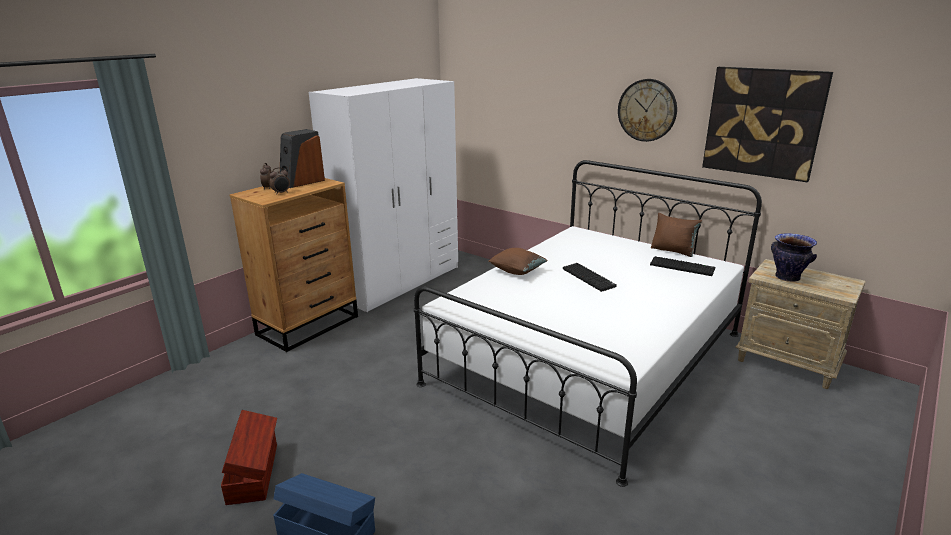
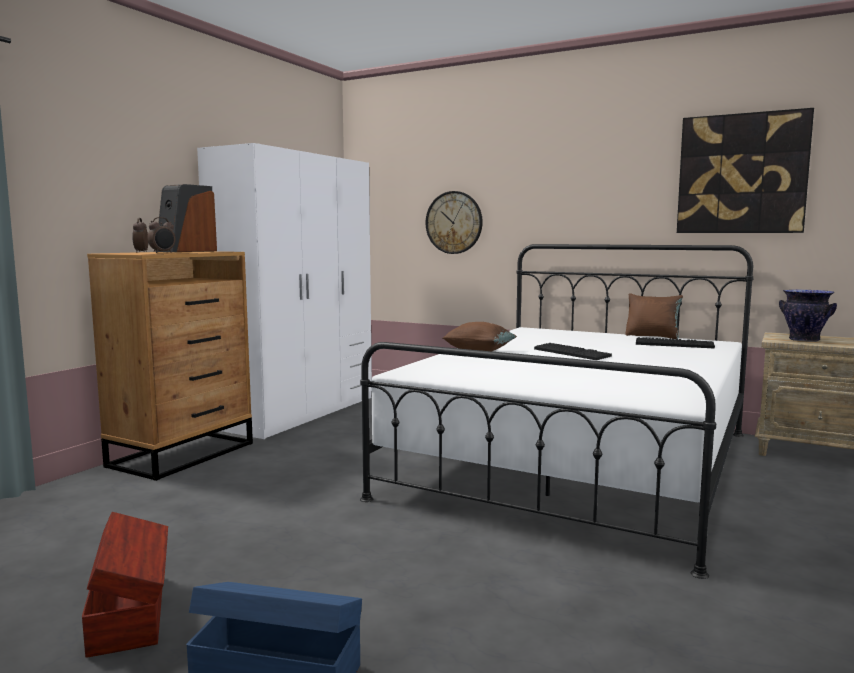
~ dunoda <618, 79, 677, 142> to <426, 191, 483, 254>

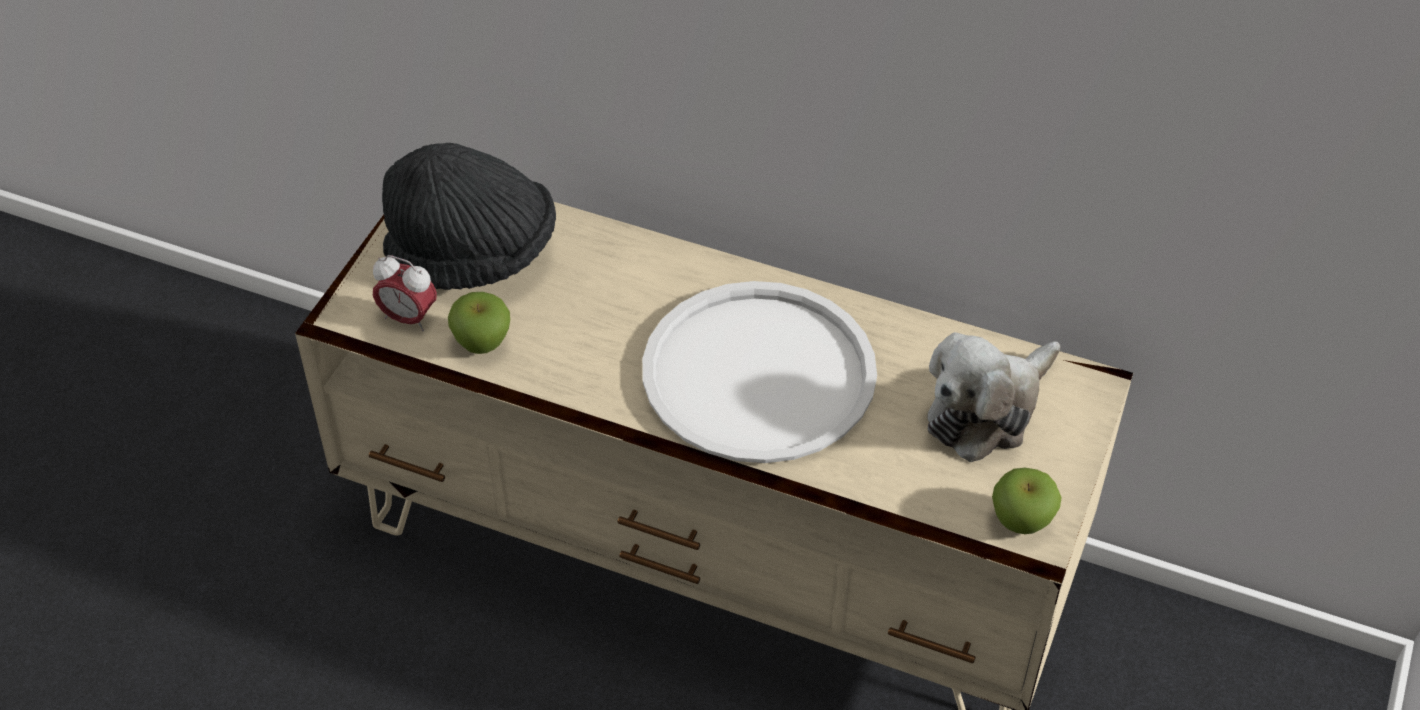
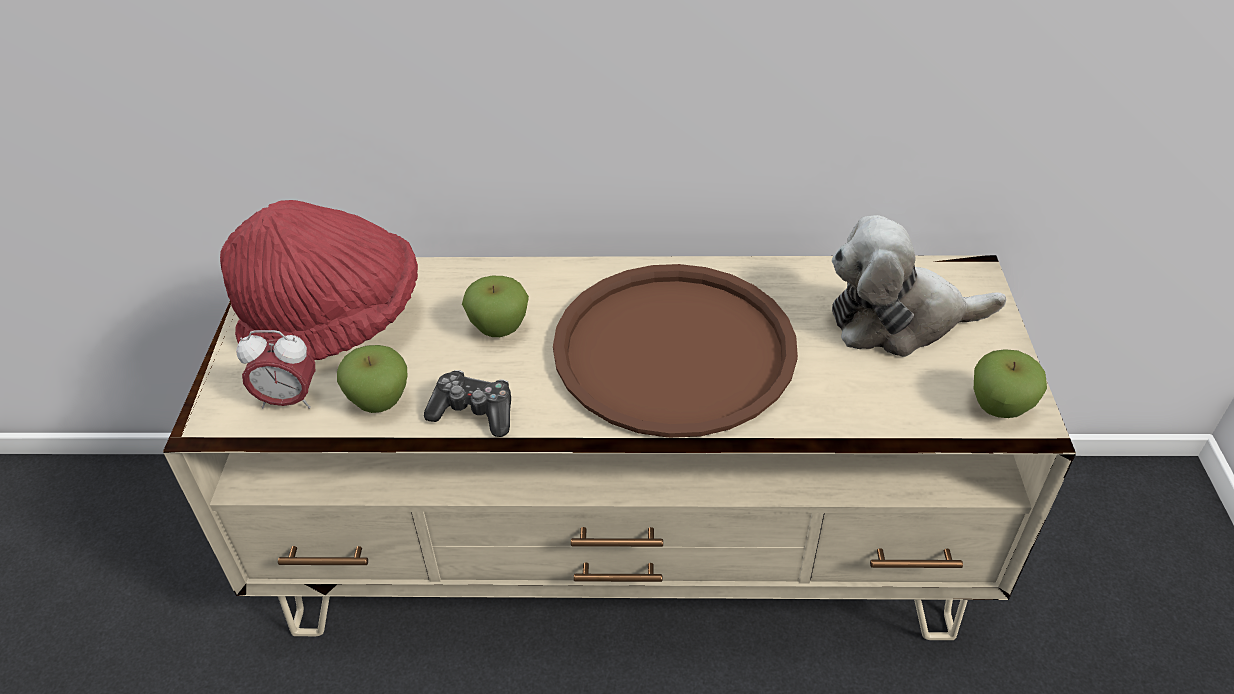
~ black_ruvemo <382, 143, 556, 290> to red_ruvemo <220, 200, 418, 360>
~ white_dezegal <642, 281, 877, 463> to brown_dezegal <553, 264, 798, 438>
~ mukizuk <927, 332, 1060, 462> = <832, 215, 1007, 357> 60 degrees clockwise
+ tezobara <462, 276, 529, 337>
+ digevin <424, 370, 511, 437>

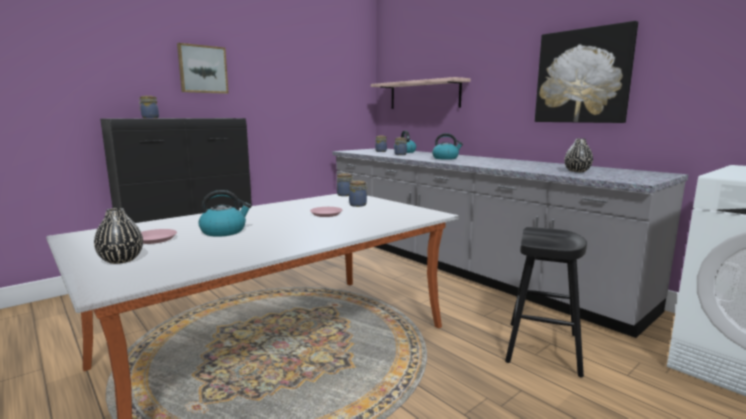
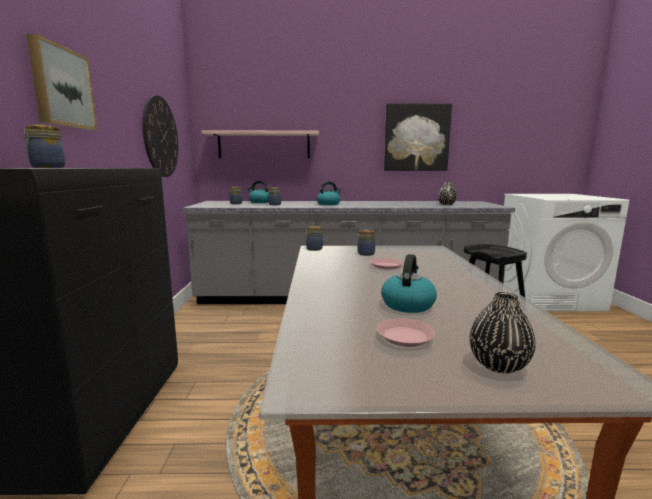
+ dunoda <142, 95, 178, 177>

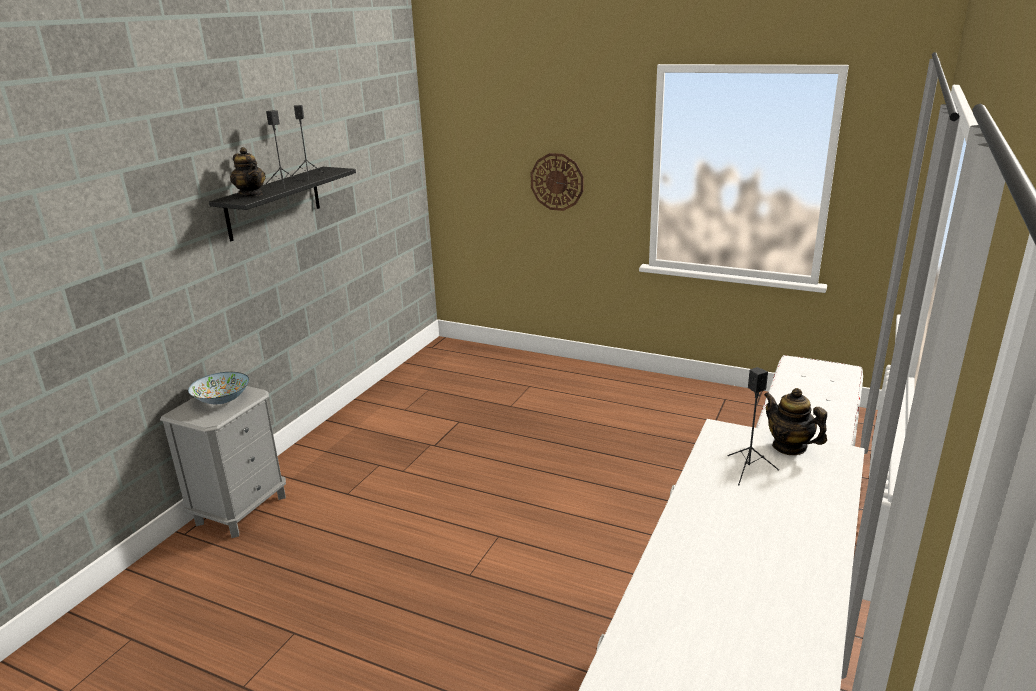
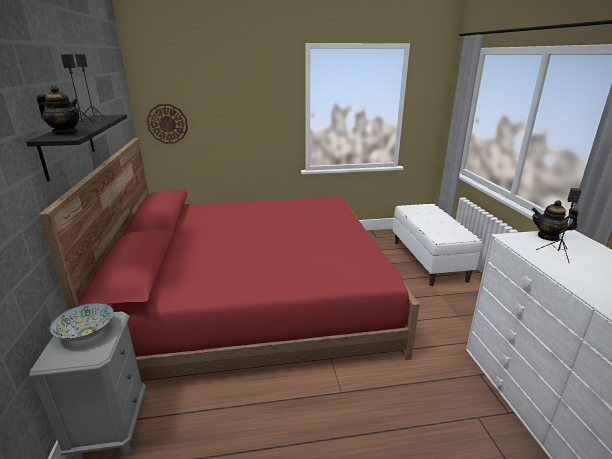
~ dunoda <530, 153, 583, 211> to <146, 104, 188, 144>
+ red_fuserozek <38, 138, 420, 380>

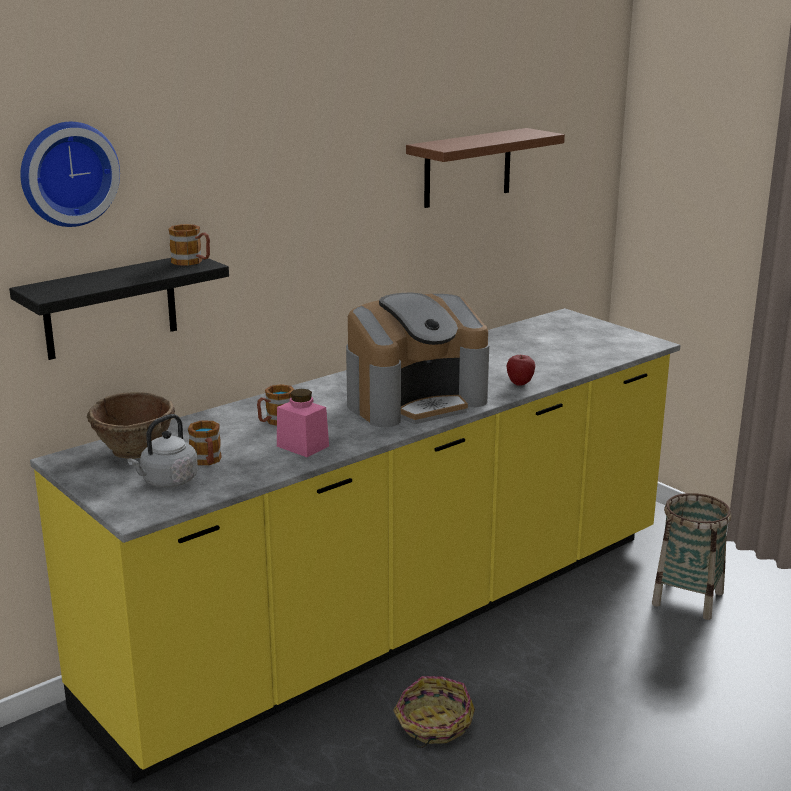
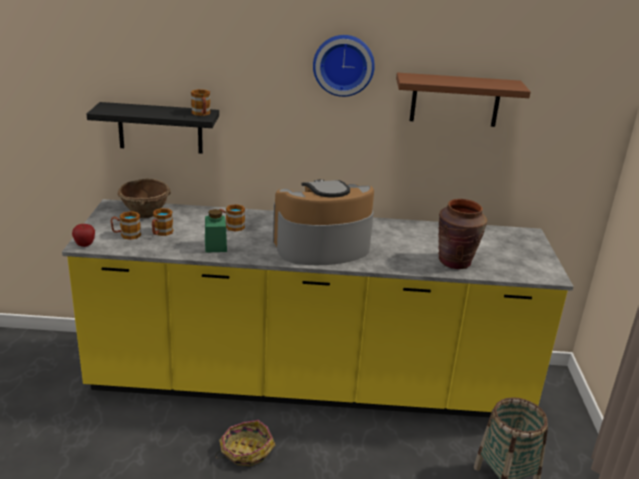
~ dunoda <20, 122, 120, 227> to <313, 35, 375, 97>
~ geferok <346, 293, 489, 427> = <273, 179, 374, 265> 150 degrees clockwise
~ tezobara <507, 355, 535, 386> to <72, 224, 95, 247>
~ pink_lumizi <277, 389, 329, 457> to green_lumizi <205, 209, 227, 253>
~ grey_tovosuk <127, 414, 198, 488> to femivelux <111, 211, 141, 240>
+ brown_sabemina <438, 199, 487, 269>

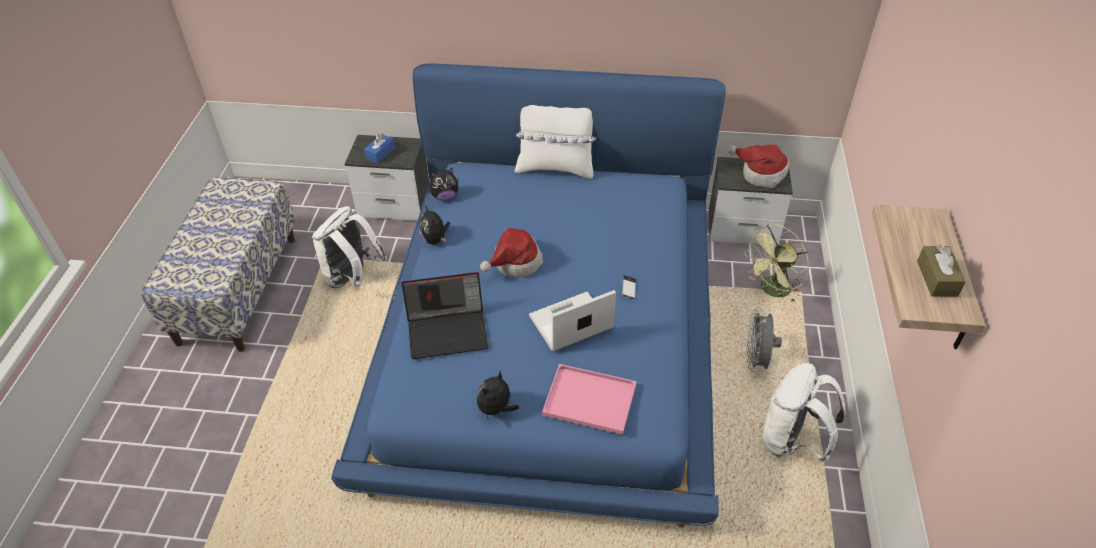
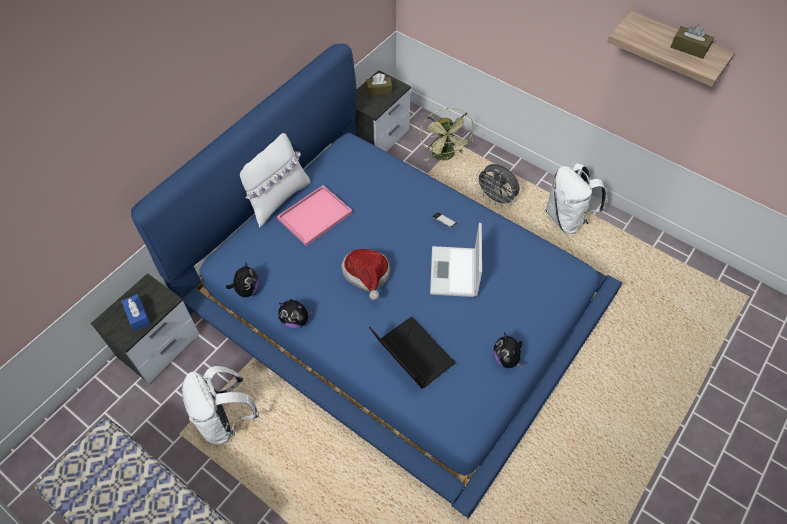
~ ruvemo <728, 145, 789, 188> to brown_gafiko <366, 73, 392, 96>
~ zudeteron <401, 272, 488, 359> = <369, 317, 455, 389> 60 degrees counterclockwise
~ pink_dezegal <542, 364, 637, 435> to <277, 185, 352, 246>

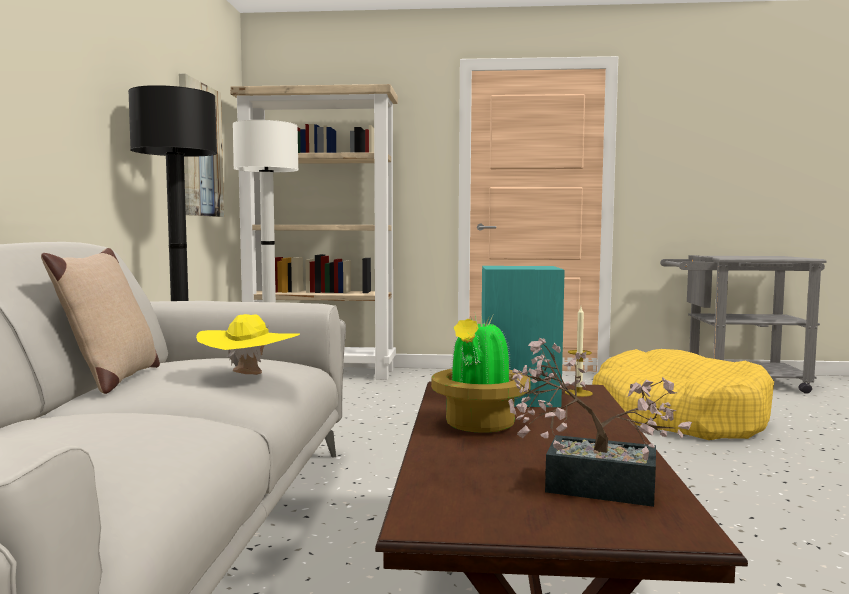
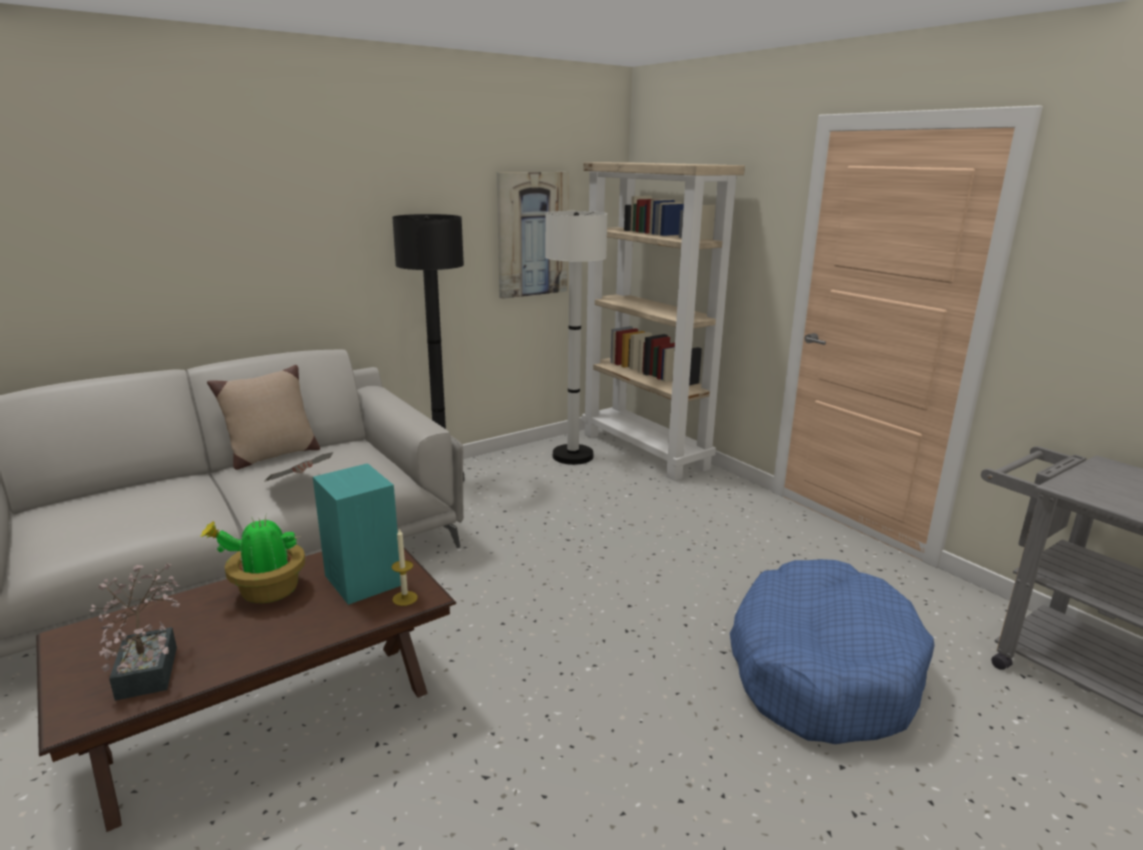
~ yellow_ruvemo <196, 314, 300, 375> to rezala <264, 452, 333, 482>
~ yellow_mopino <592, 349, 774, 440> to blue_mopino <730, 559, 935, 744>

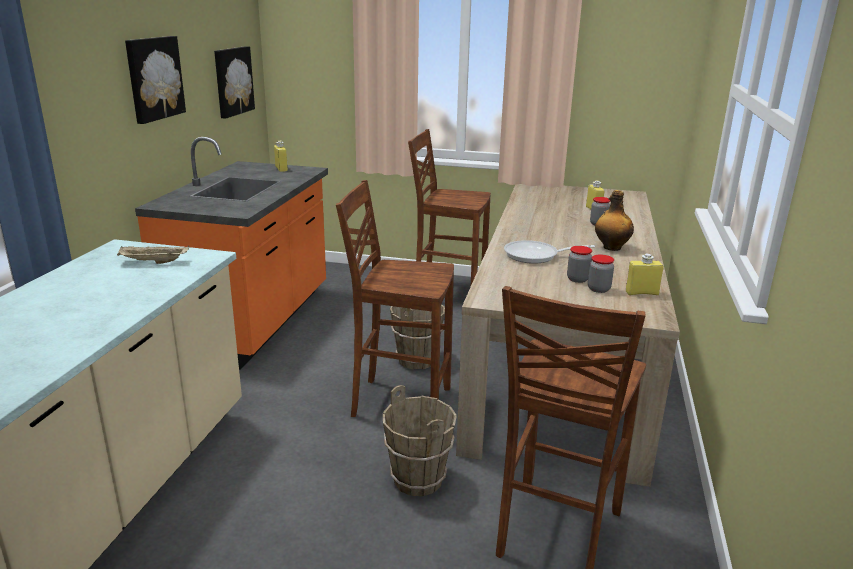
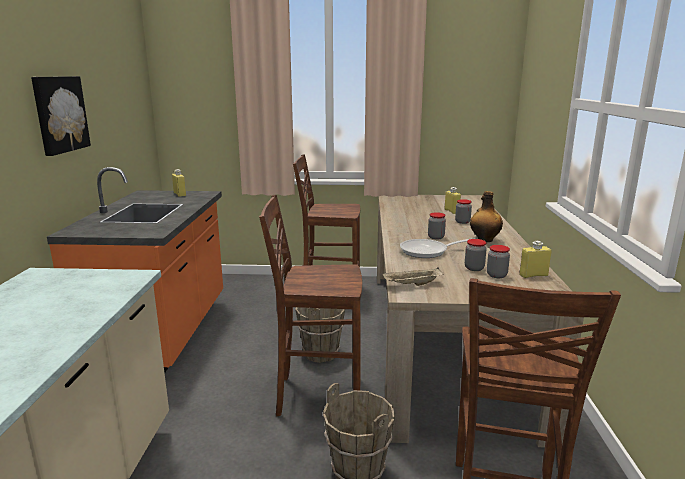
- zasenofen <214, 46, 255, 119>
~ beige_dezegal <117, 246, 189, 264> to <383, 267, 444, 286>
+ lumizi <428, 212, 446, 239>

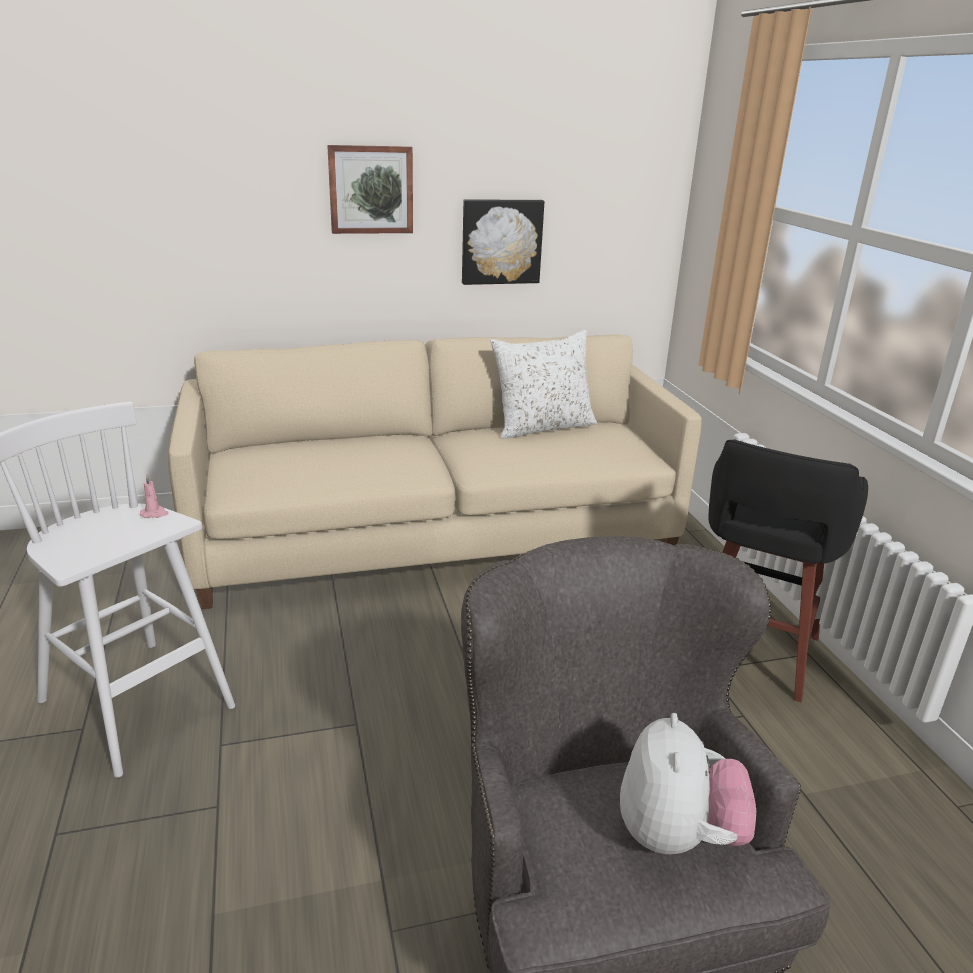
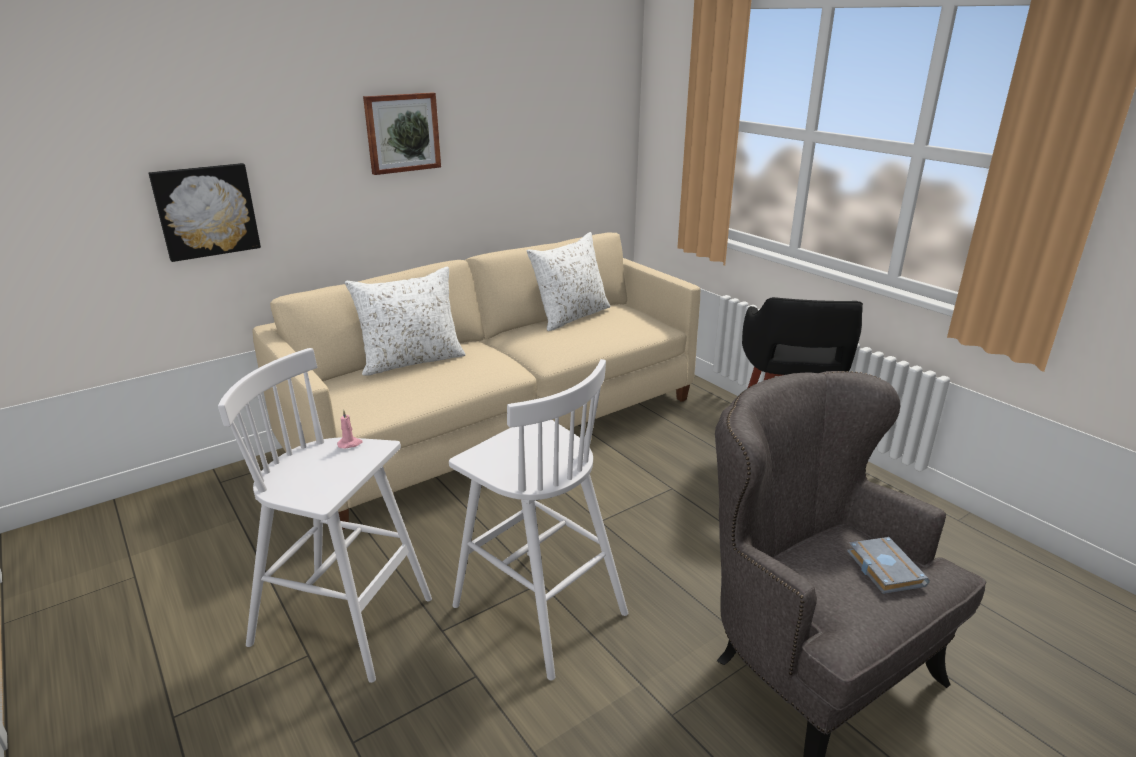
~ zasenofen <462, 199, 544, 285> to <149, 163, 261, 262>
~ mukizuk <620, 713, 756, 855> to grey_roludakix <847, 537, 930, 594>
+ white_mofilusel <345, 266, 466, 376>
+ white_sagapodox <449, 359, 628, 680>

